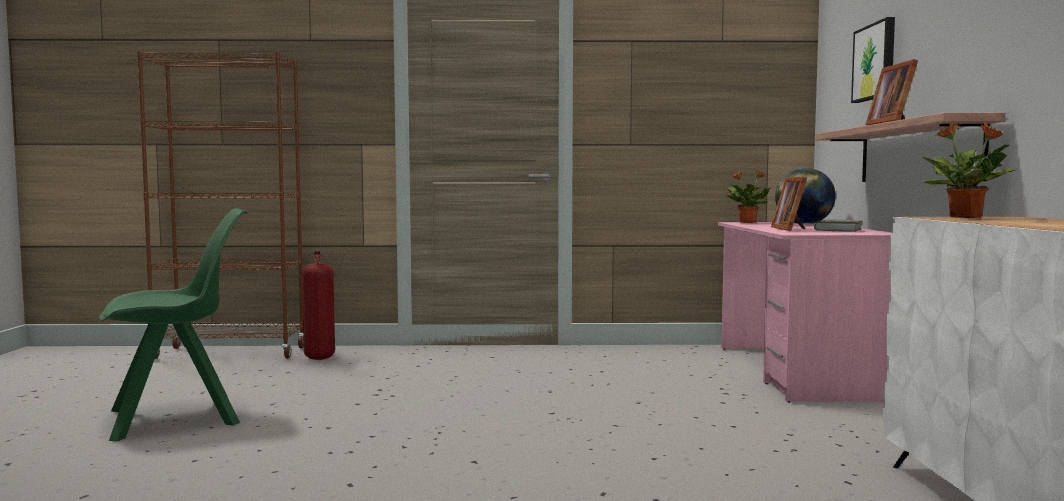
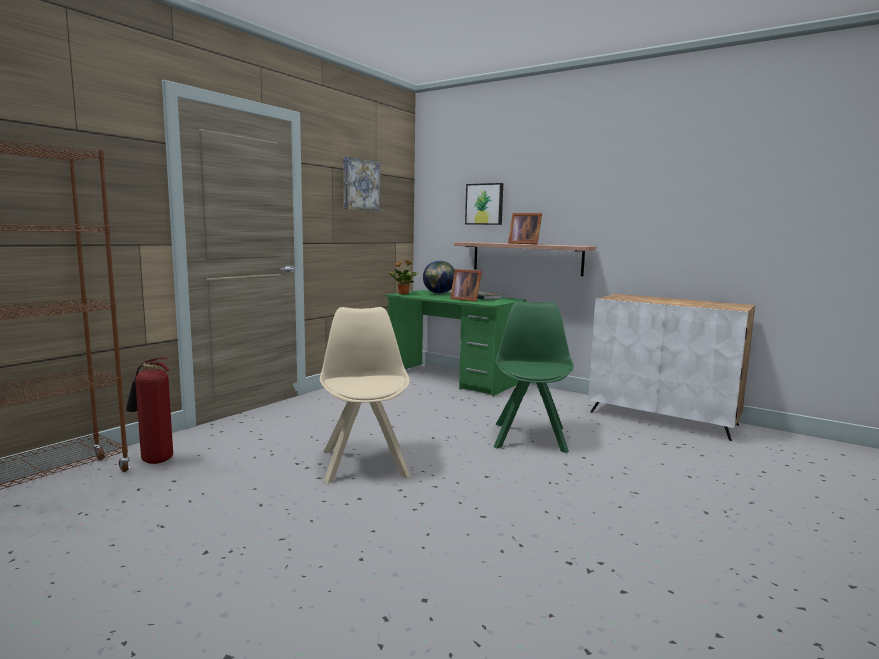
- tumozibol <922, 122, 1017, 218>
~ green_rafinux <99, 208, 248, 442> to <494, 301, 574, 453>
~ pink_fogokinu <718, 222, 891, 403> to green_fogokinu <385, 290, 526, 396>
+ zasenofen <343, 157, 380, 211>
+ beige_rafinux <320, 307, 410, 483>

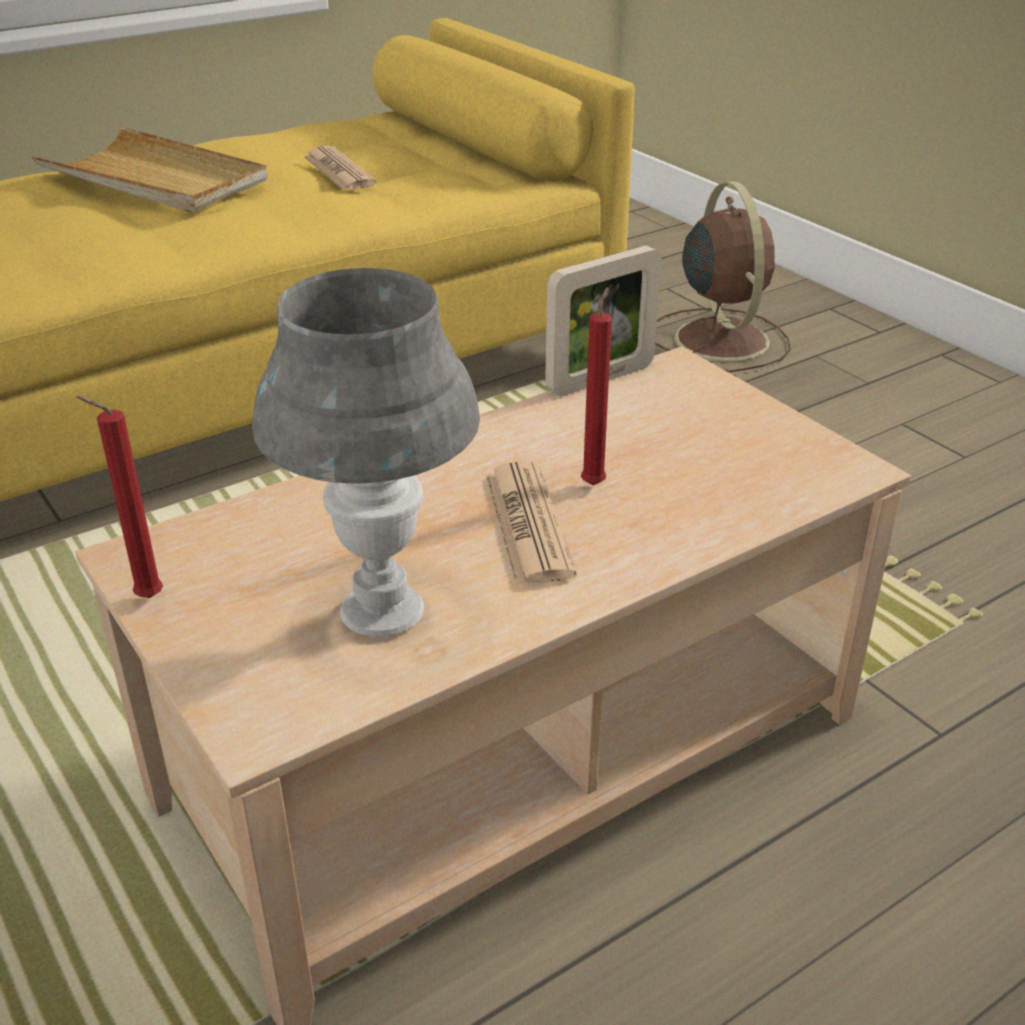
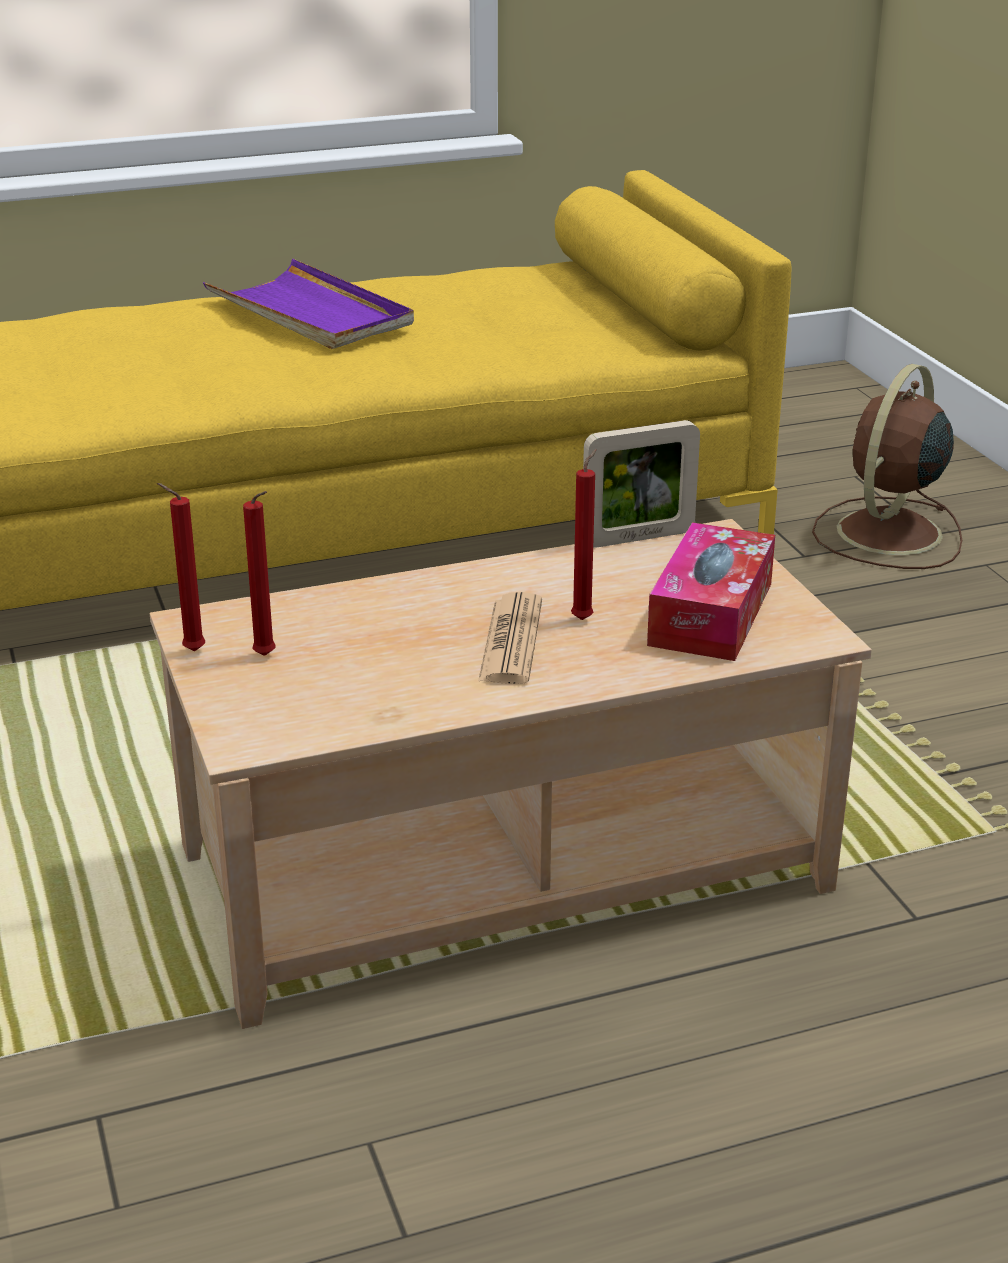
~ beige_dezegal <32, 126, 268, 213> to purple_dezegal <203, 259, 414, 349>
- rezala <304, 146, 377, 191>
~ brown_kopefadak <655, 181, 791, 373> = <812, 364, 962, 569> 150 degrees counterclockwise
- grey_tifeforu <252, 268, 480, 637>
+ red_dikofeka <243, 491, 275, 656>
+ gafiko <647, 522, 775, 661>

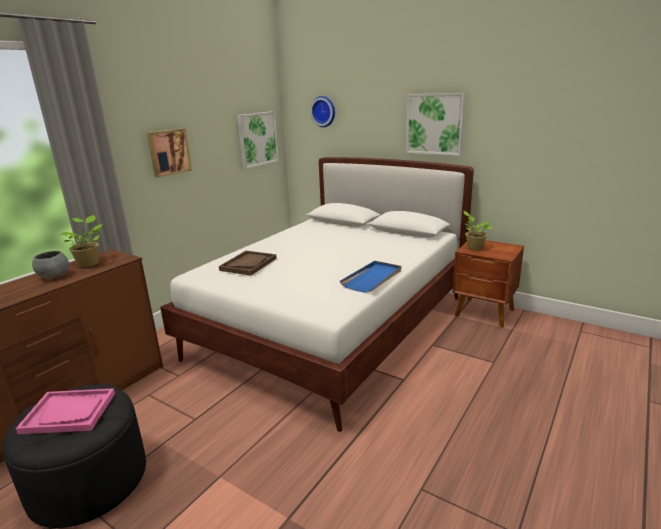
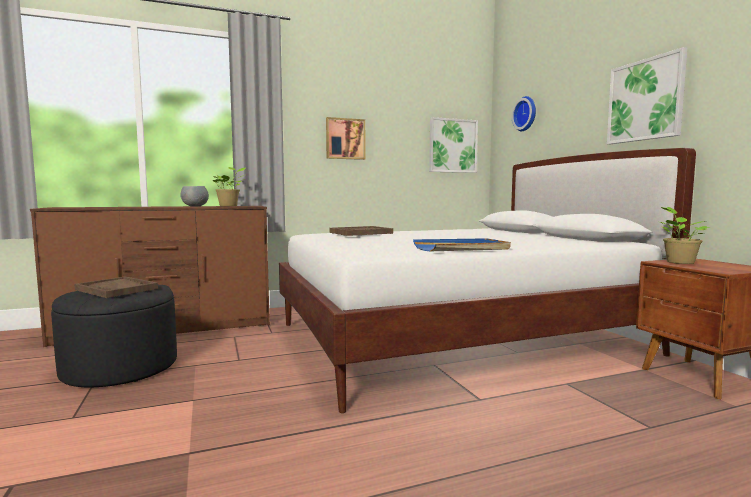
~ pink_dezegal <16, 388, 115, 434> to brown_dezegal <75, 277, 158, 298>

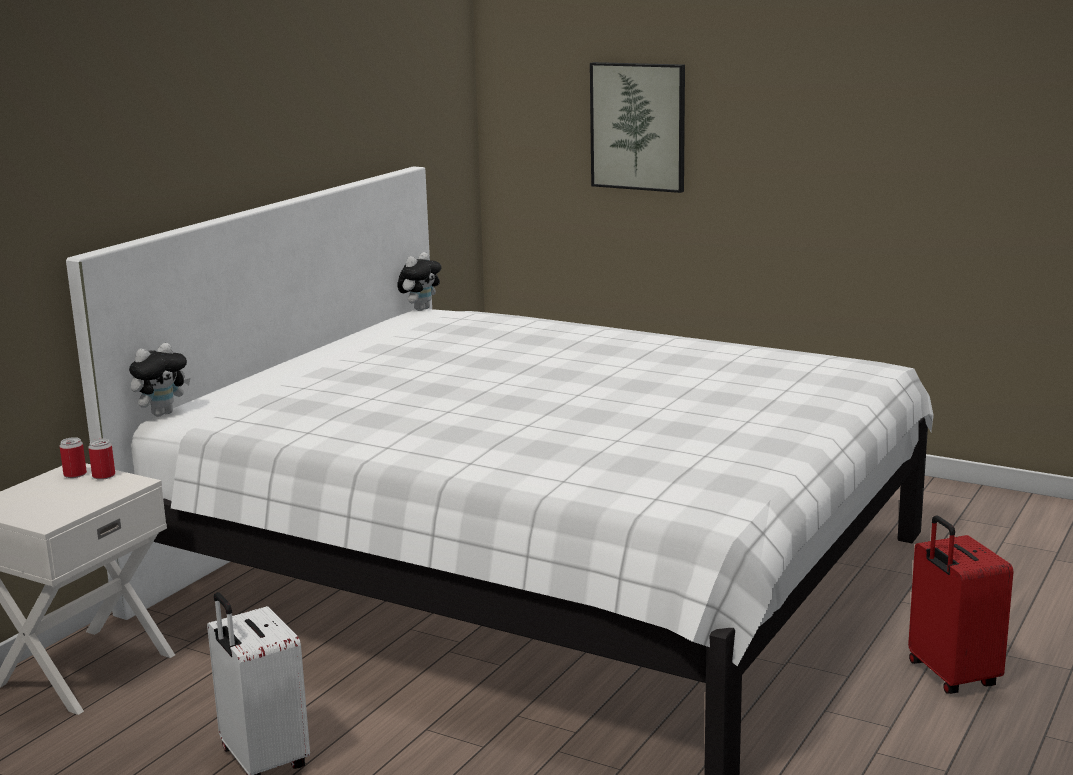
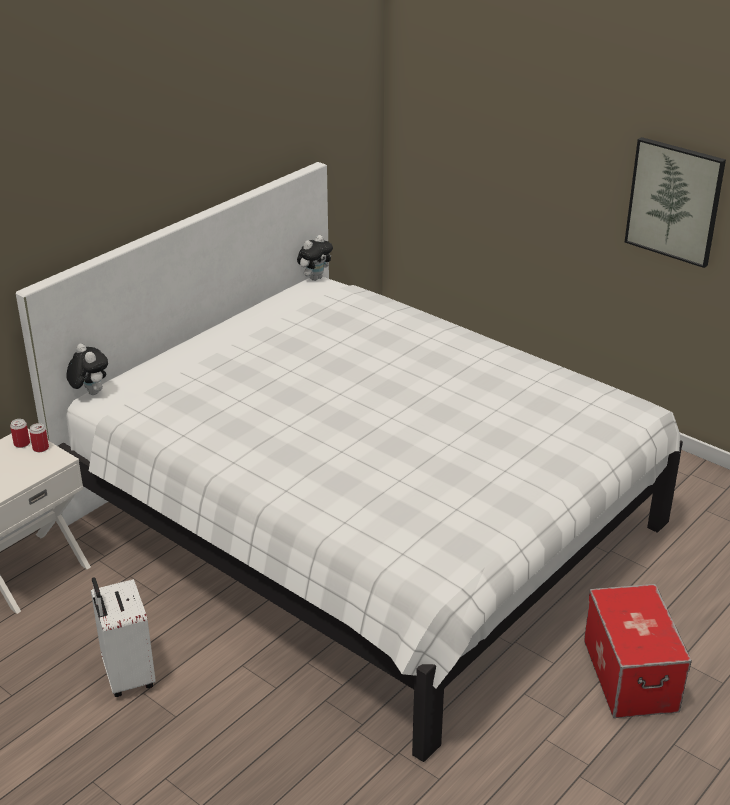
~ zasenofen <590, 62, 685, 193> to <625, 137, 726, 268>
~ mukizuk <129, 343, 190, 417> = <66, 343, 108, 395> 90 degrees counterclockwise
~ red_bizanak <908, 515, 1013, 694> to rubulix <584, 584, 692, 718>

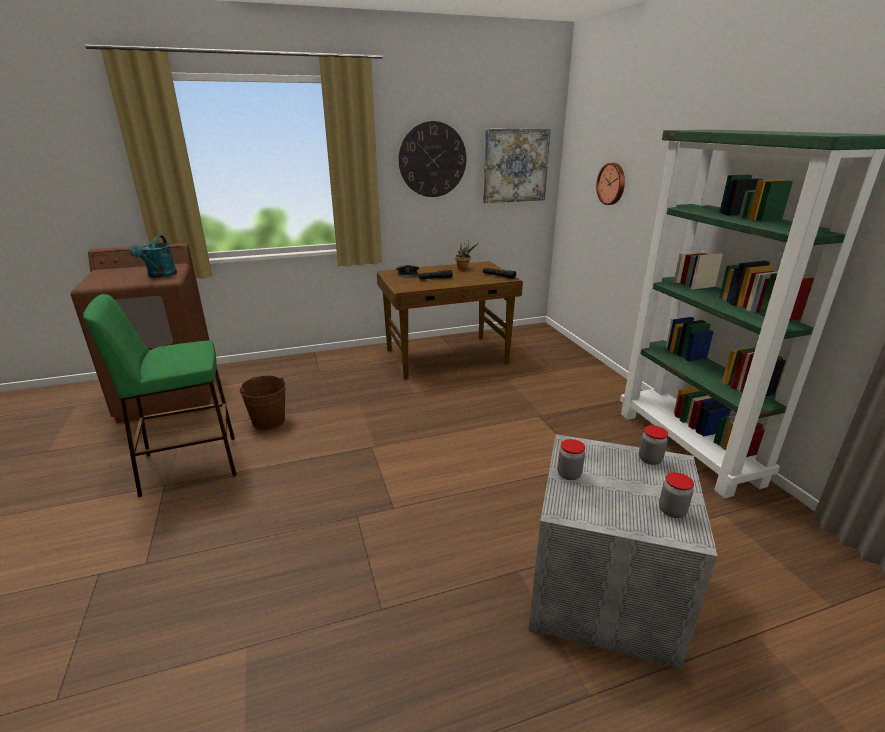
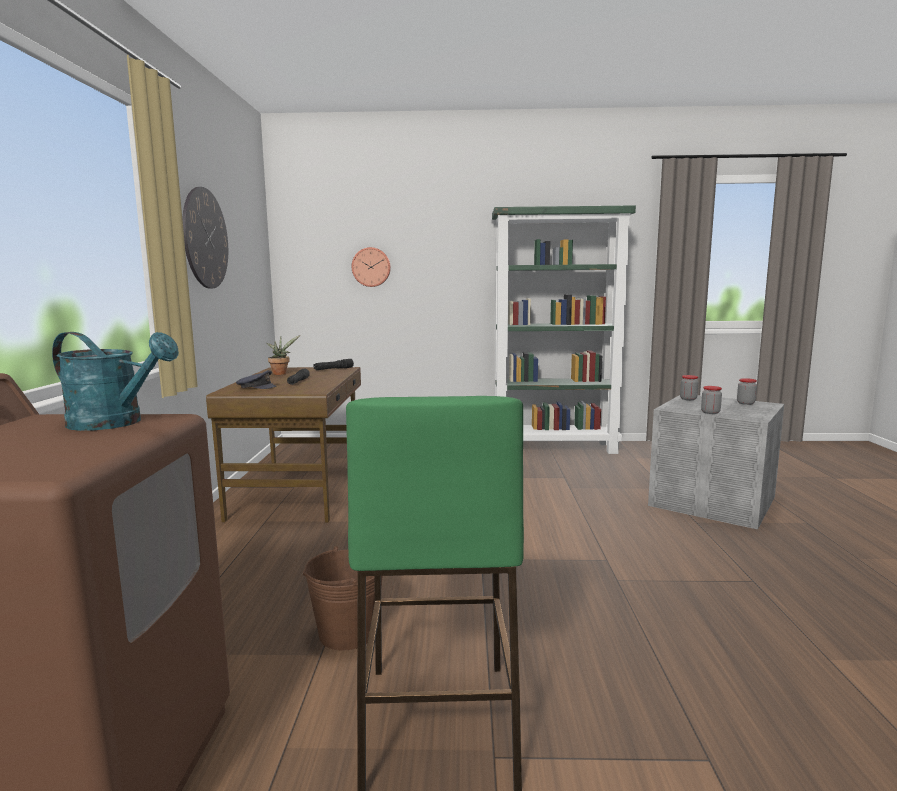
- zasenofen <483, 128, 551, 203>

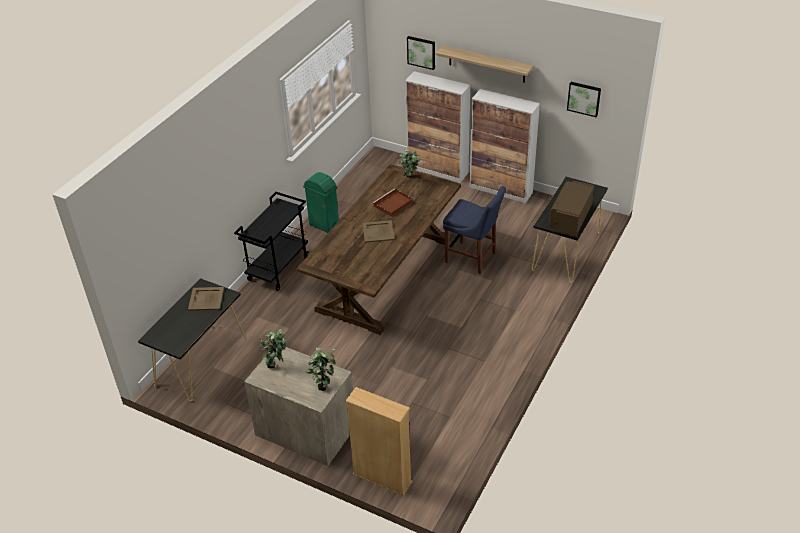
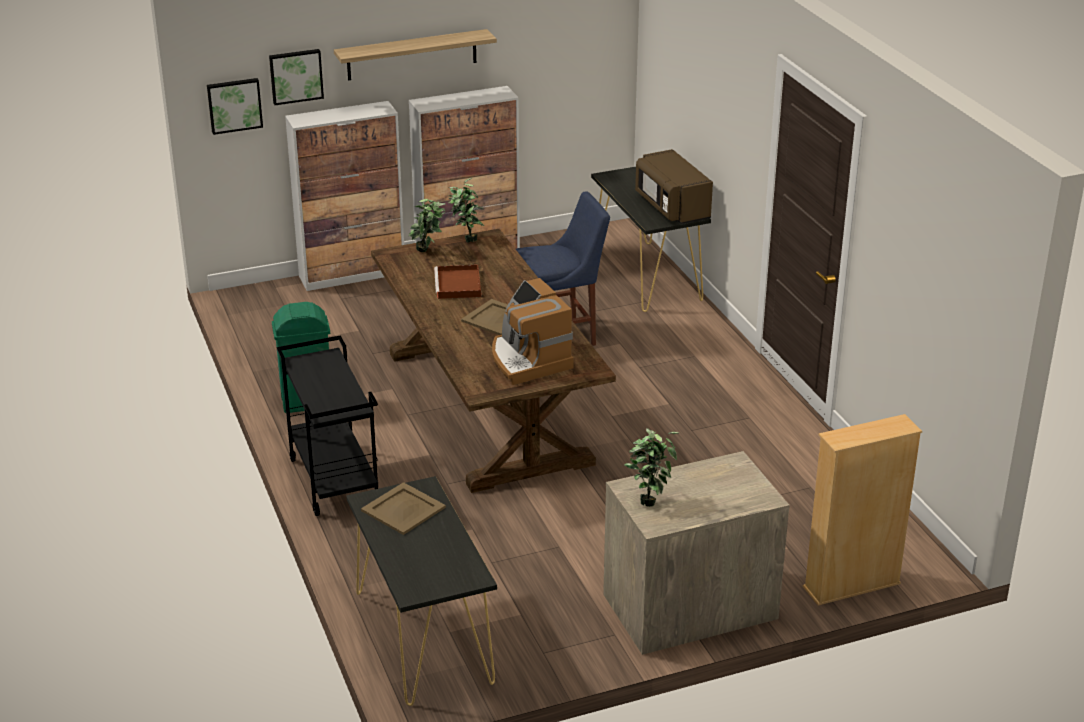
~ zasenofen <567, 82, 601, 117> to <207, 78, 263, 135>
~ tumozibol <306, 347, 336, 391> to <448, 177, 484, 242>
+ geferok <492, 278, 574, 385>

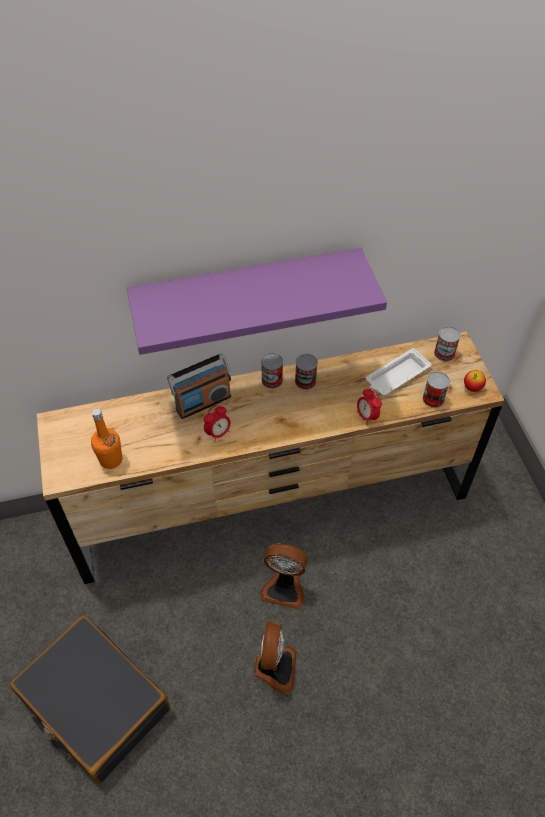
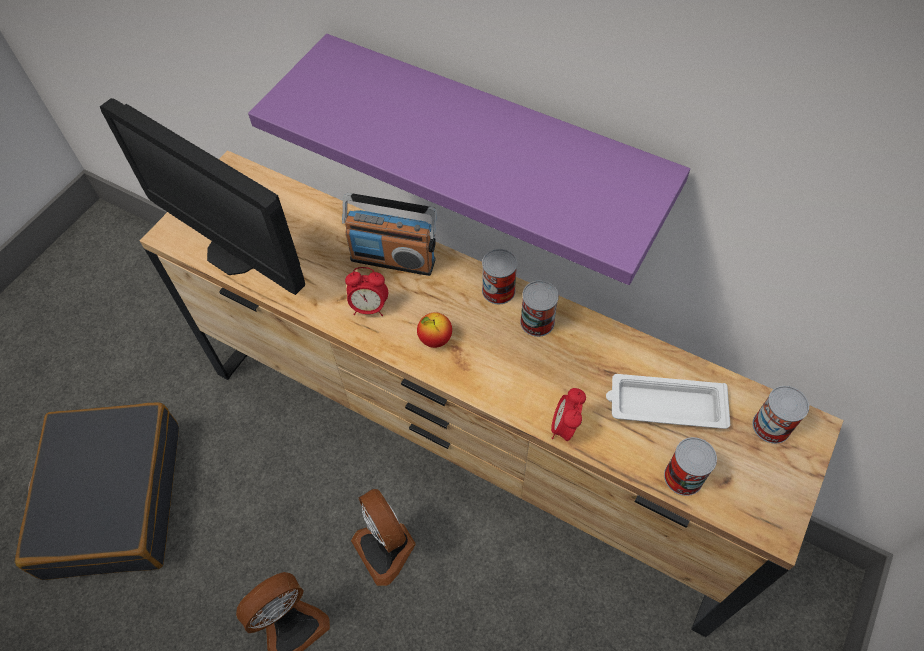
~ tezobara <464, 370, 486, 392> to <417, 312, 452, 348>
~ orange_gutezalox <91, 408, 122, 469> to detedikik <100, 98, 305, 295>

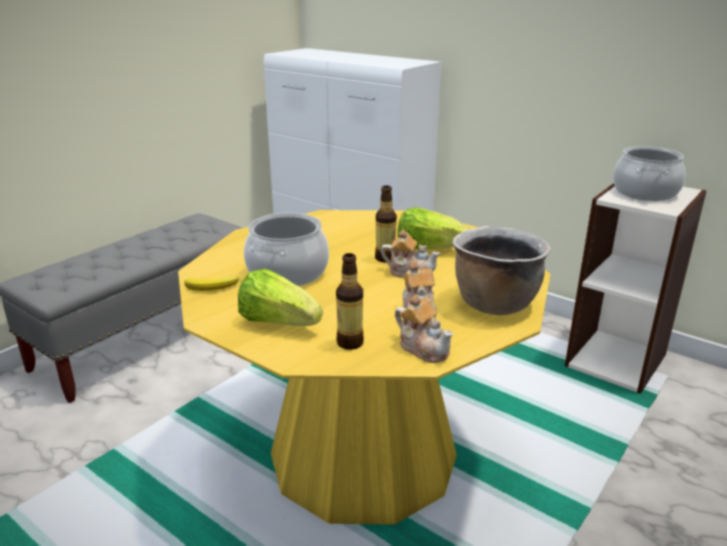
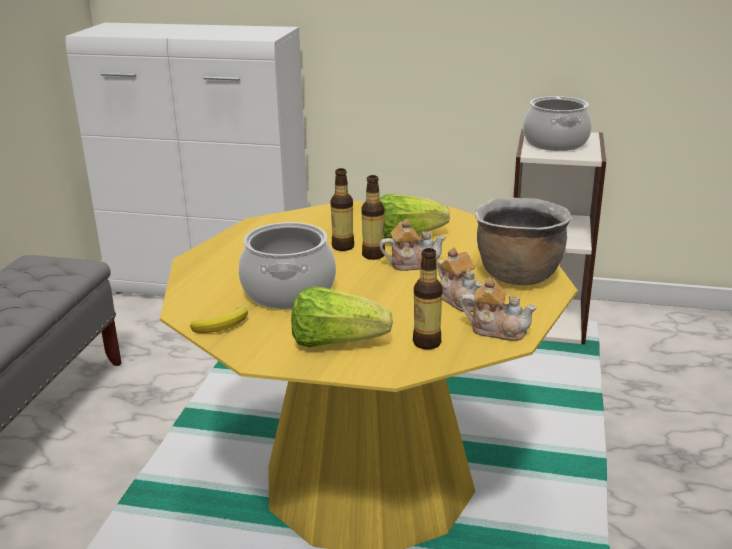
+ gutezalox <330, 168, 354, 251>

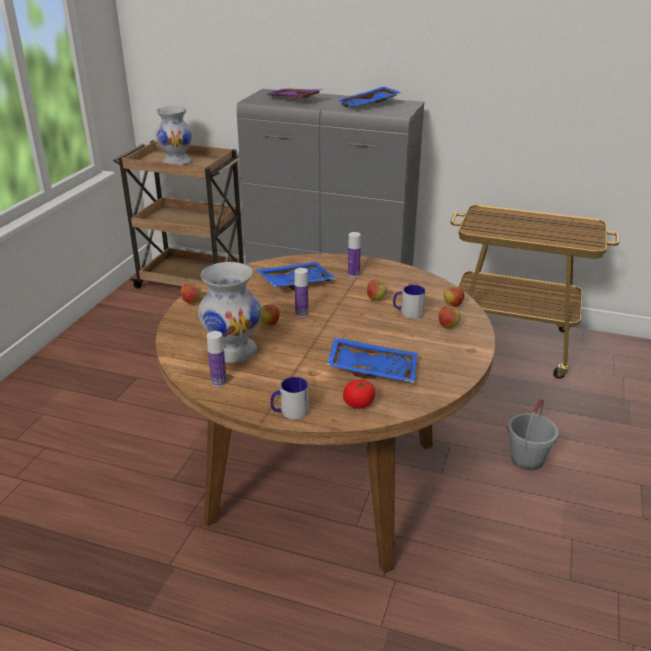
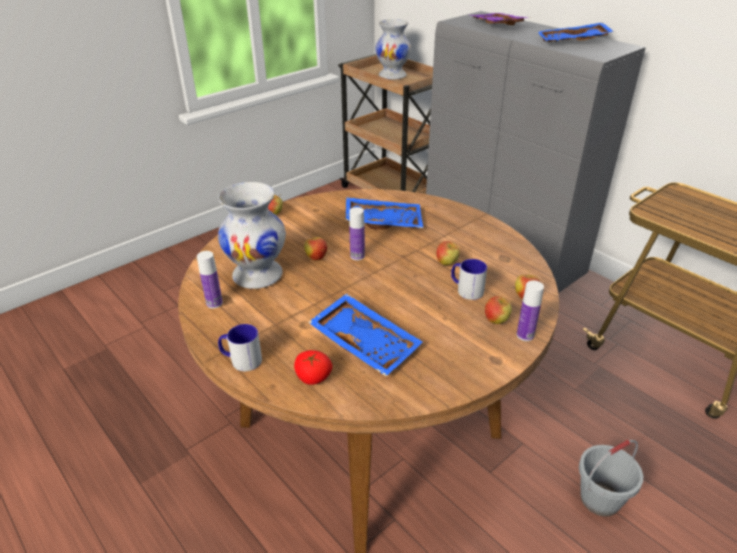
~ gutezalox <348, 232, 361, 277> to <517, 280, 544, 341>

